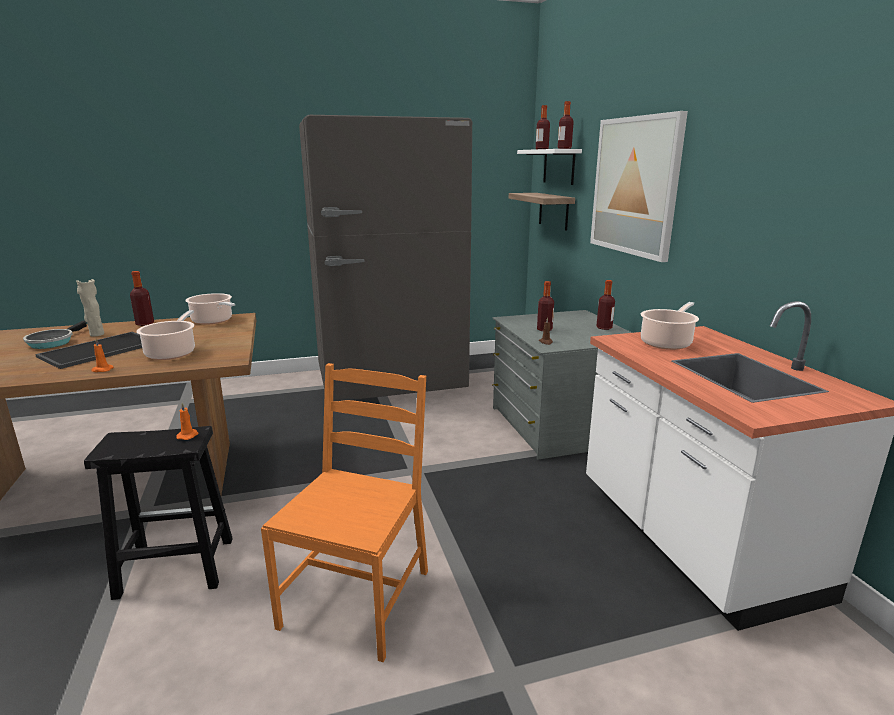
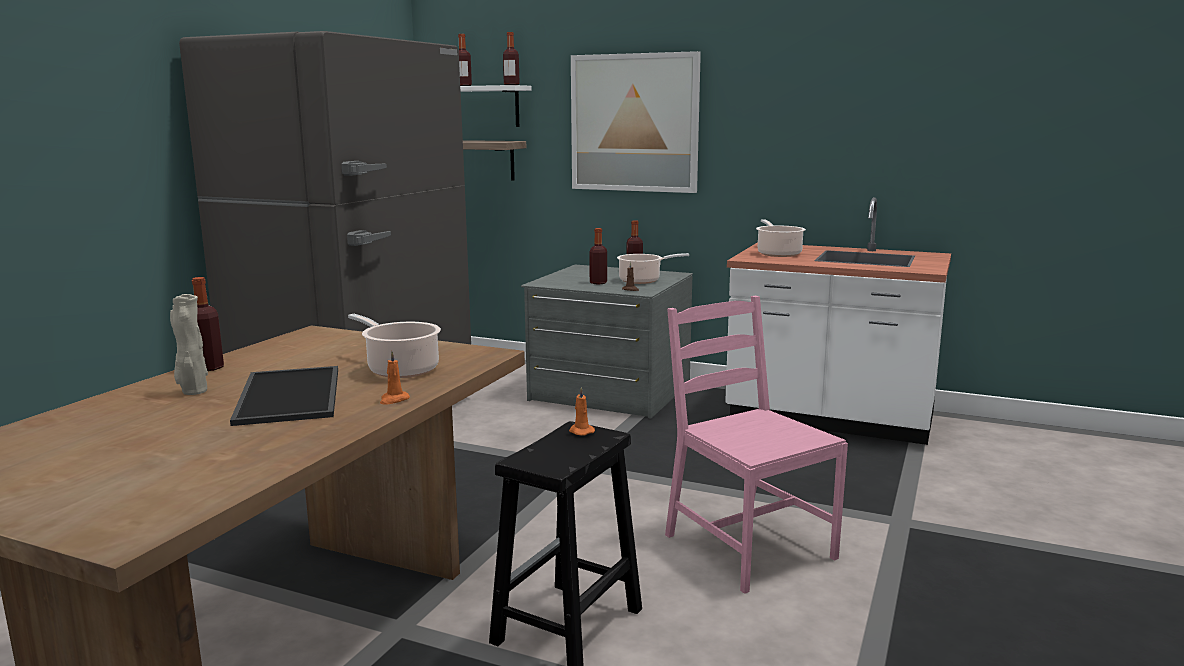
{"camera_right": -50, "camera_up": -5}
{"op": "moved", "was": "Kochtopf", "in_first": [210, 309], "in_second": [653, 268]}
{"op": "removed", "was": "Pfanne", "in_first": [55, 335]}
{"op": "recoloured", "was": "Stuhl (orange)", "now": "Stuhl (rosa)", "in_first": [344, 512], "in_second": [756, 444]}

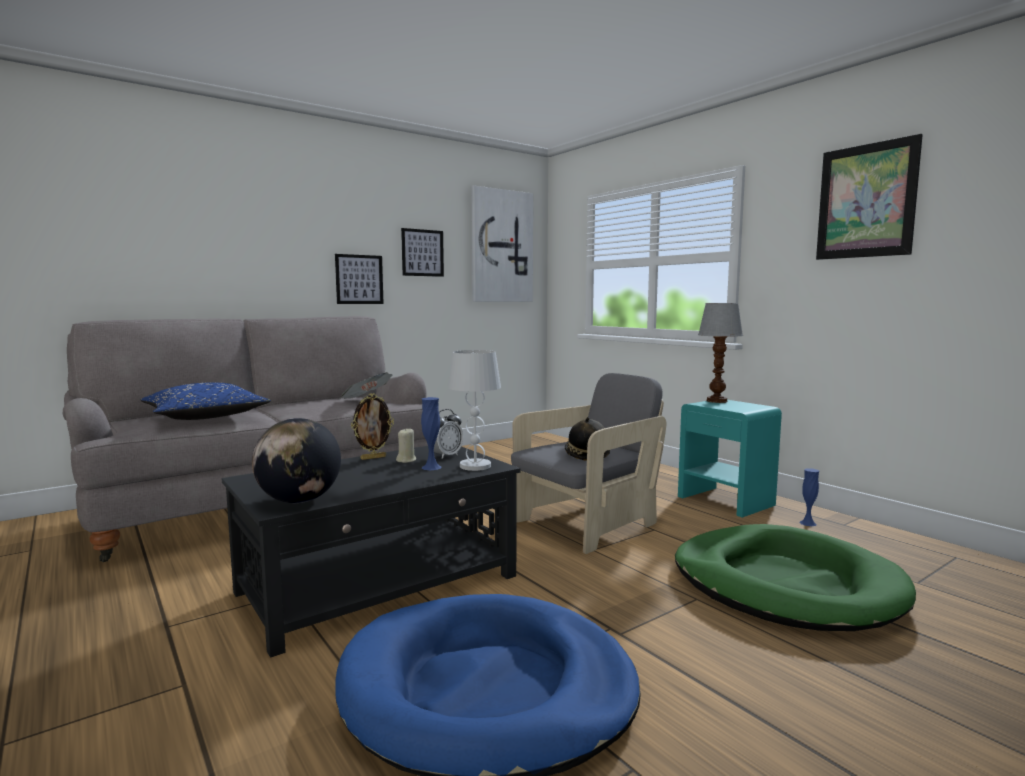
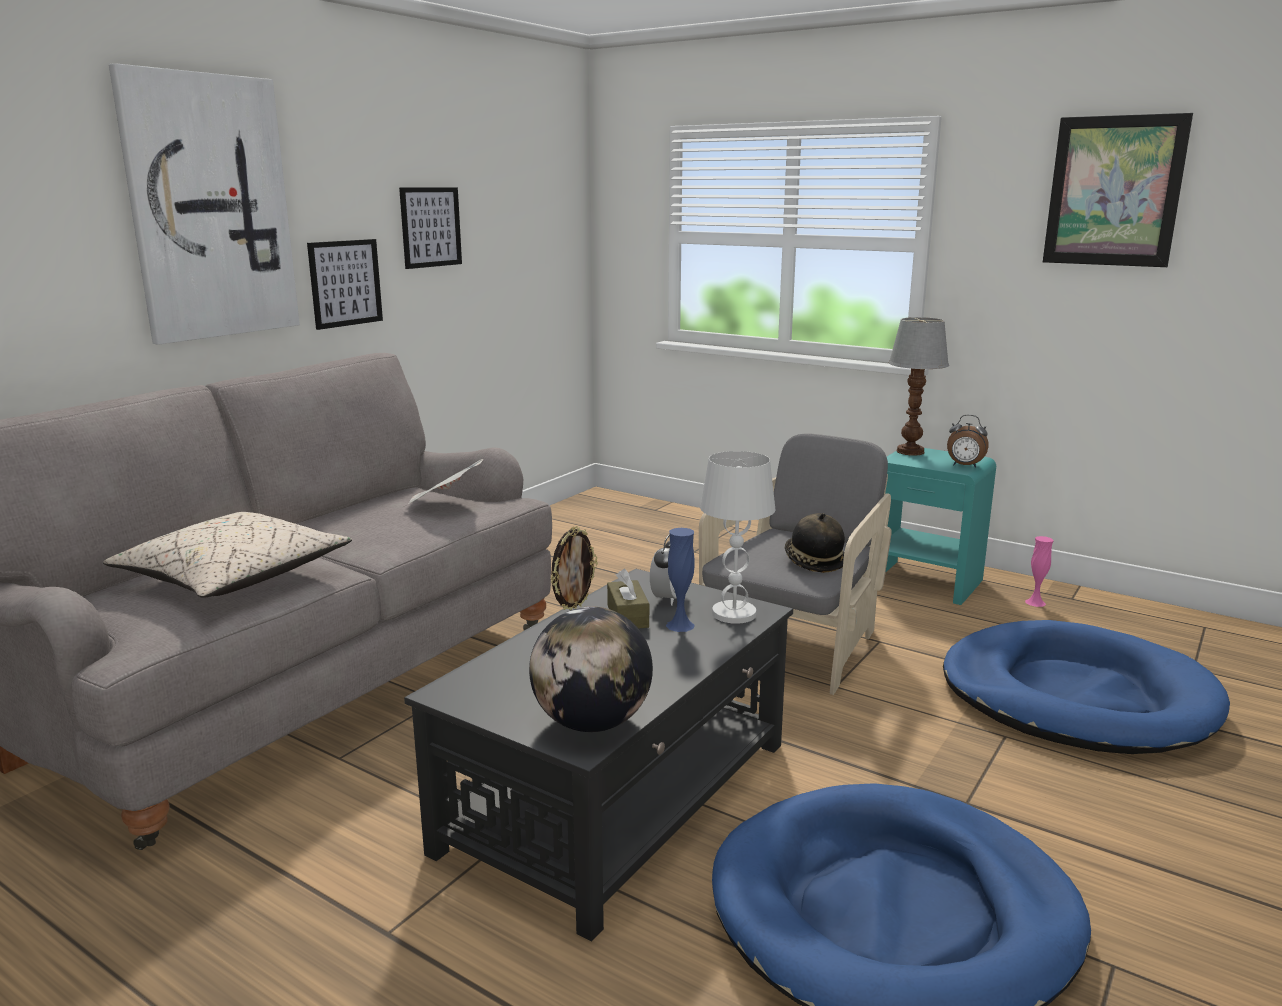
{"camera_right": -20, "camera_up": 10}
{"op": "moved", "was": "Bild", "in_first": [502, 244], "in_second": [204, 204]}
{"op": "recoloured", "was": "Kissen (blau)", "now": "Kissen (beige)", "in_first": [206, 401], "in_second": [227, 555]}
{"op": "replaced", "was": "Kerze (beige)", "now": "Taschentuchbox (braun)", "in_first": [406, 445], "in_second": [628, 599]}
{"op": "recoloured", "was": "Vase (blau)", "now": "Vase (rosa)", "in_first": [809, 497], "in_second": [1039, 571]}
{"op": "recoloured", "was": "Hundebett (grün)", "now": "Hundebett (blau)", "in_first": [795, 577], "in_second": [1086, 687]}
{"op": "added", "now": "Wecker", "in_second": [968, 441]}

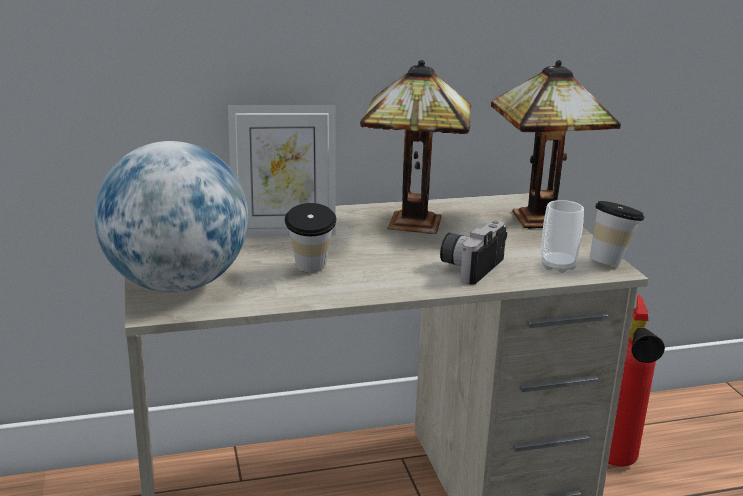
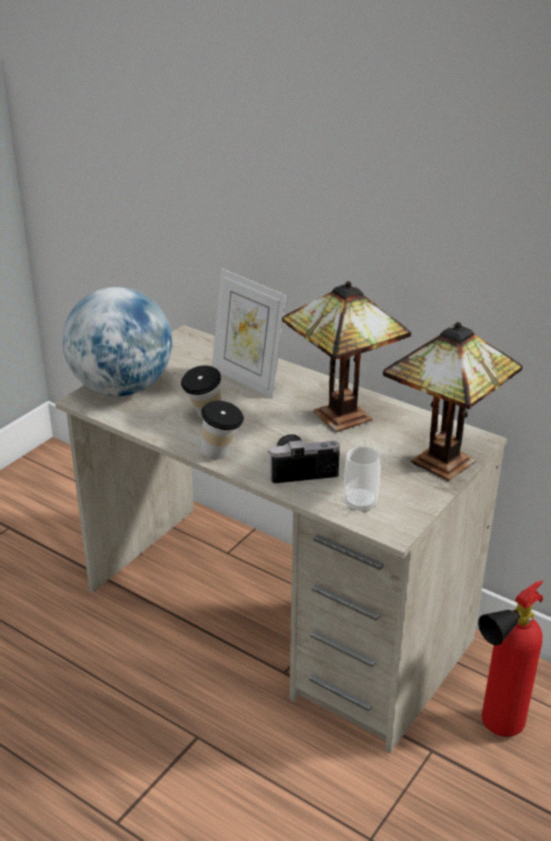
{"camera_right": 50, "camera_up": 10}
{"op": "moved", "was": "Tasse", "in_first": [617, 233], "in_second": [222, 430]}

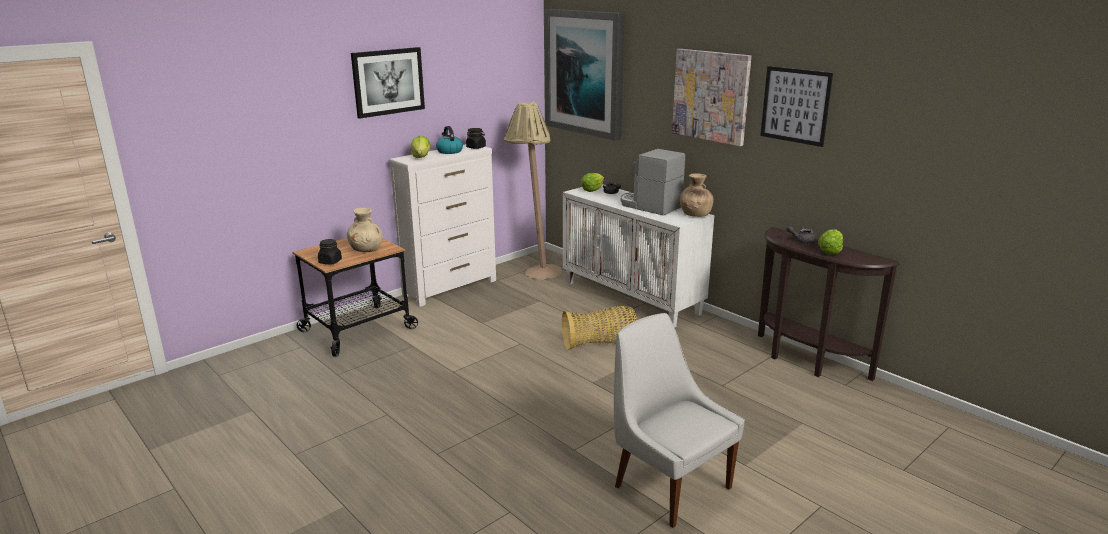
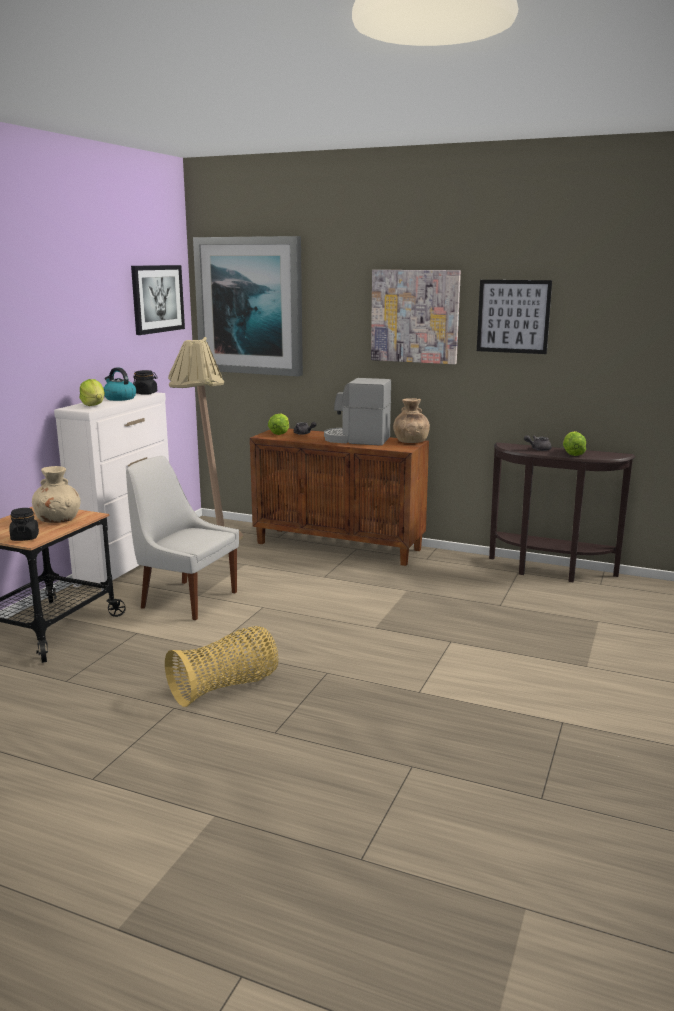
{"camera_right": -25, "camera_up": -5}
{"op": "moved", "was": "Bild", "in_first": [388, 83], "in_second": [158, 300]}
{"op": "recoloured", "was": "Schrank (weiß)", "now": "Schrank (braun)", "in_first": [638, 256], "in_second": [339, 497]}
{"op": "moved", "was": "Korb", "in_first": [599, 328], "in_second": [221, 666]}
{"op": "moved", "was": "Stuhl (weiß)", "in_first": [679, 420], "in_second": [182, 538]}

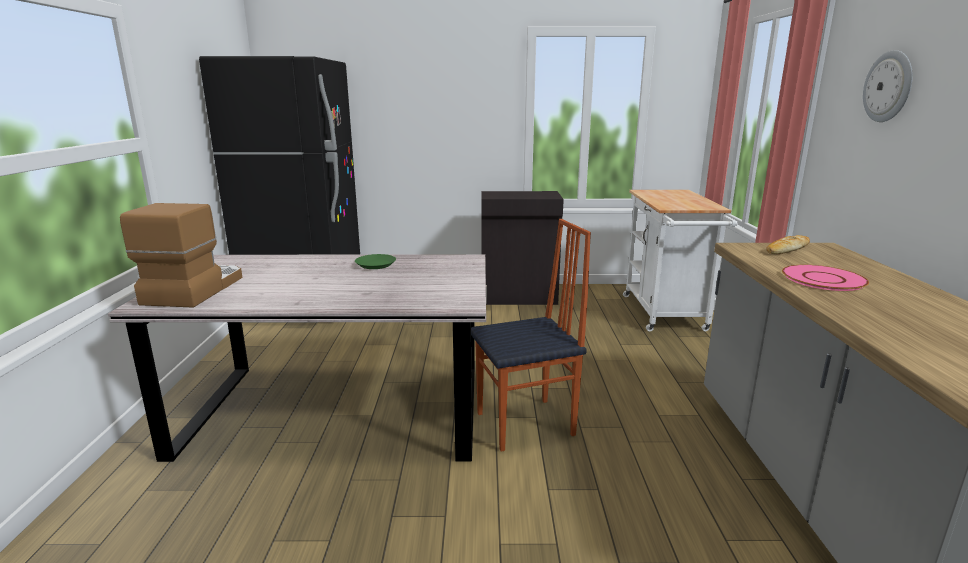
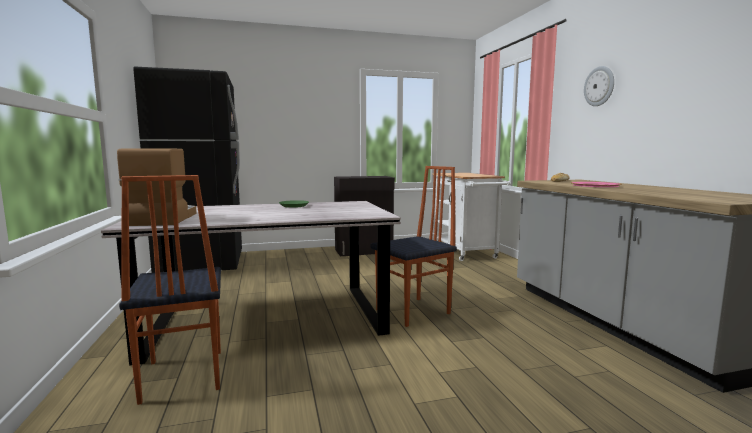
{"camera_right": -15, "camera_up": -10}
{"op": "added", "now": "Stuhl", "in_second": [170, 290]}

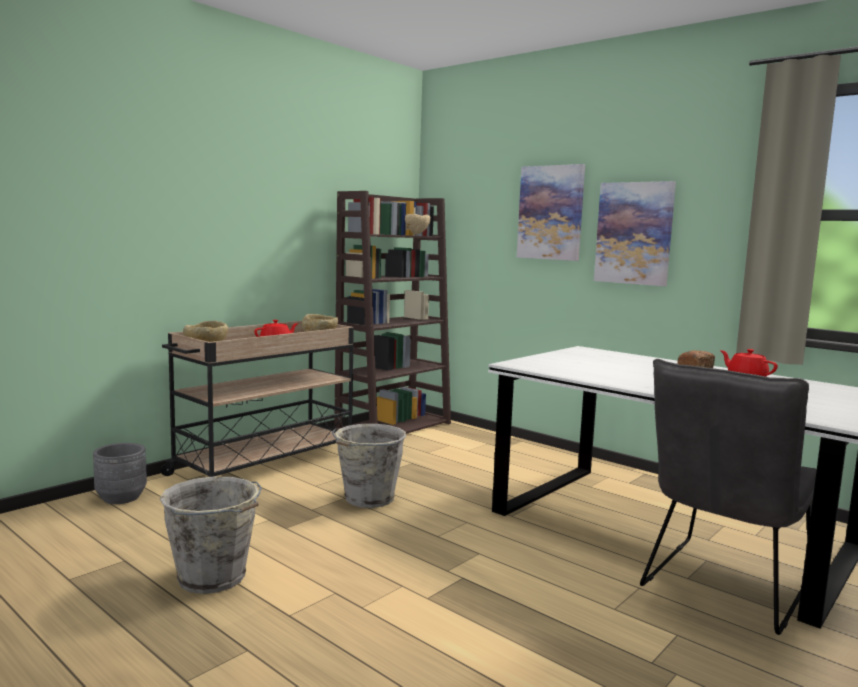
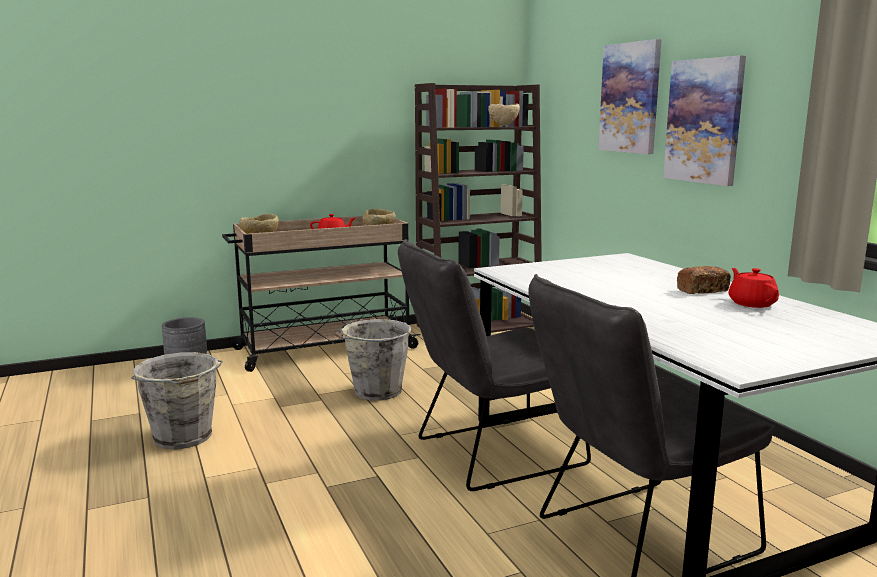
{"camera_right": 25, "camera_up": 5}
{"op": "added", "now": "Stuhl (grau)", "in_second": [494, 365]}

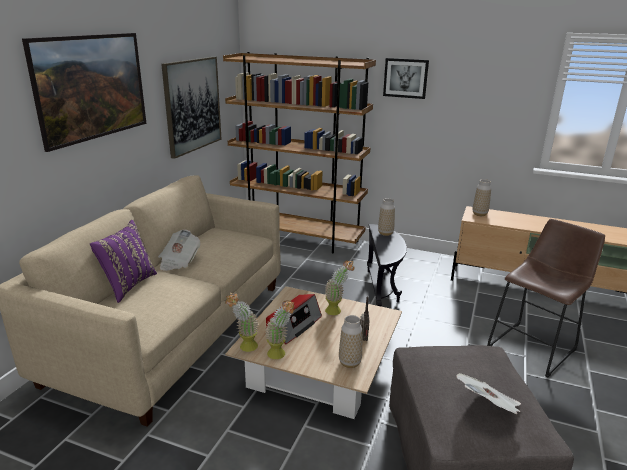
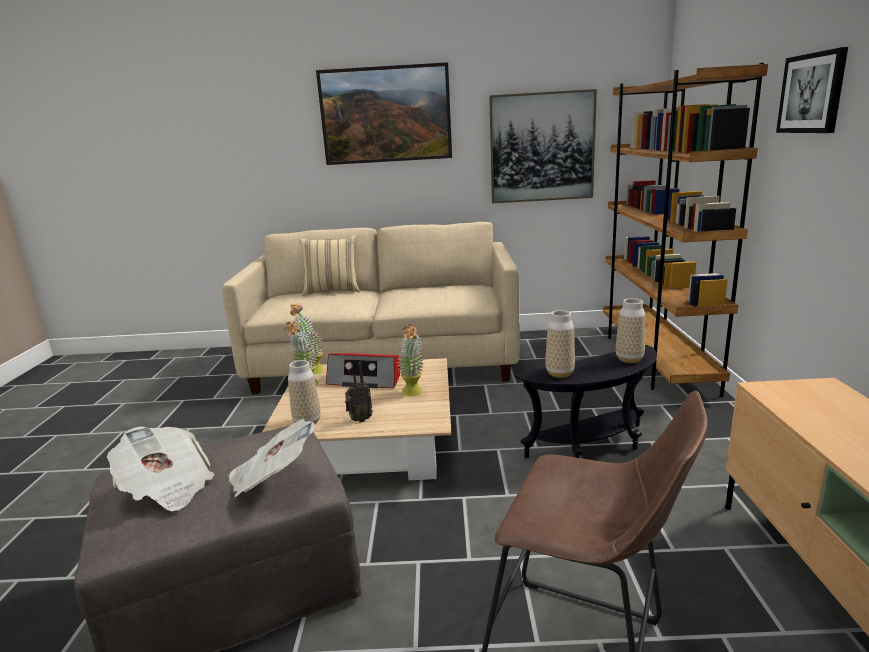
{"camera_right": 70, "camera_up": -5}
{"op": "moved", "was": "Vase", "in_first": [482, 197], "in_second": [560, 344]}
{"op": "recoloured", "was": "Kissen (lila)", "now": "Kissen (beige)", "in_first": [123, 261], "in_second": [329, 265]}
{"op": "moved", "was": "Zeitung", "in_first": [179, 250], "in_second": [272, 458]}

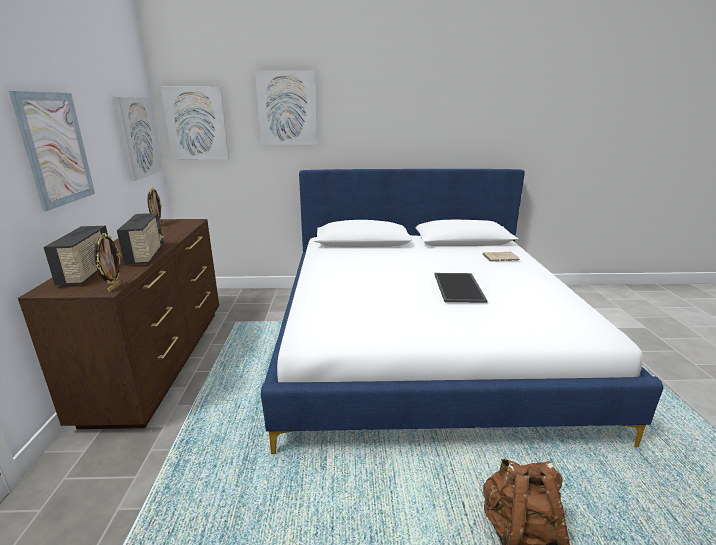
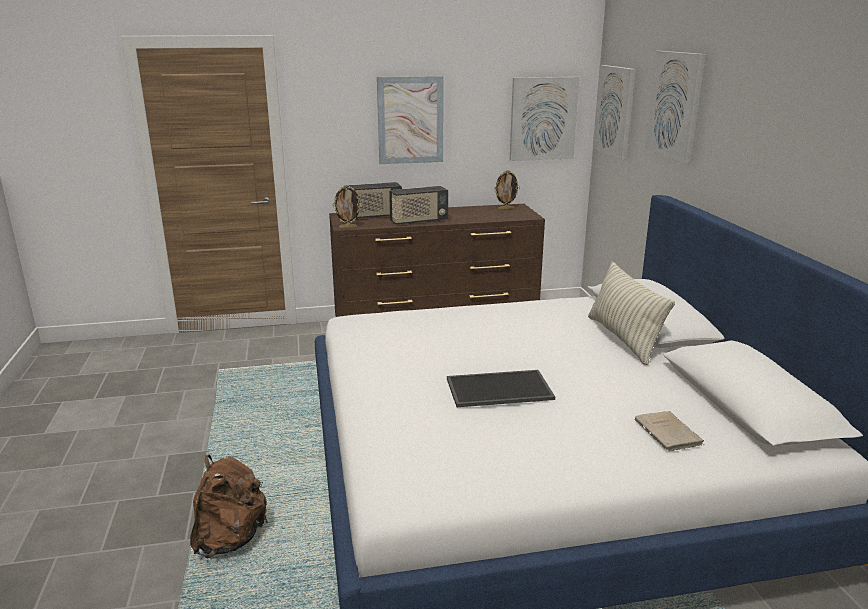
{"camera_right": 80, "camera_up": 0}
{"op": "added", "now": "Kissen", "in_second": [631, 313]}

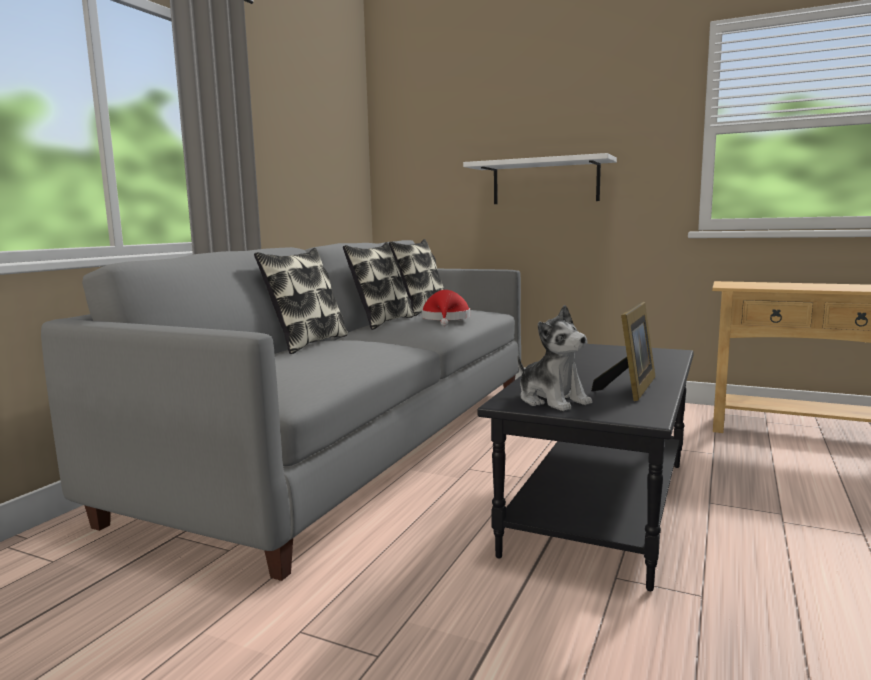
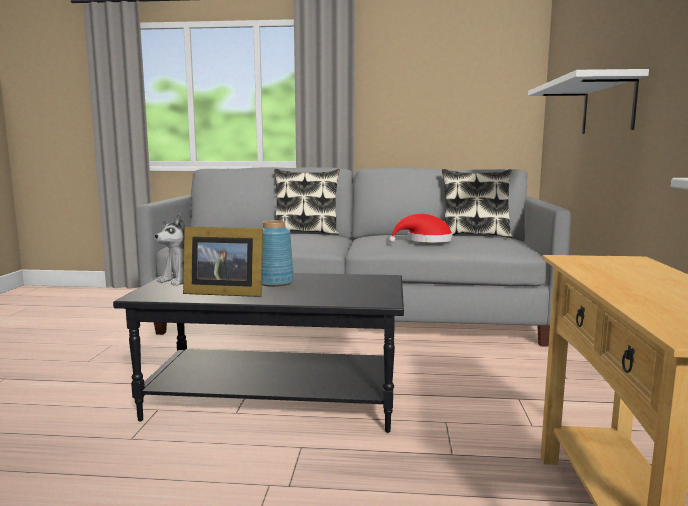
{"camera_right": 70, "camera_up": 0}
{"op": "removed", "was": "Kissen", "in_first": [378, 286]}
{"op": "added", "now": "Vase (blau)", "in_second": [278, 253]}

